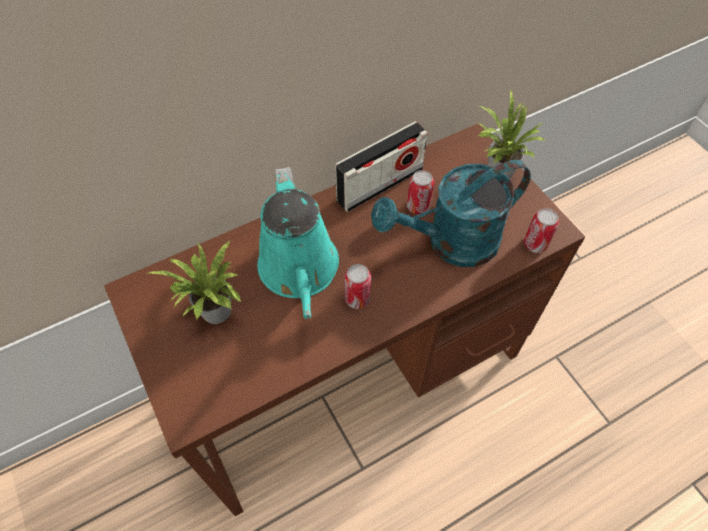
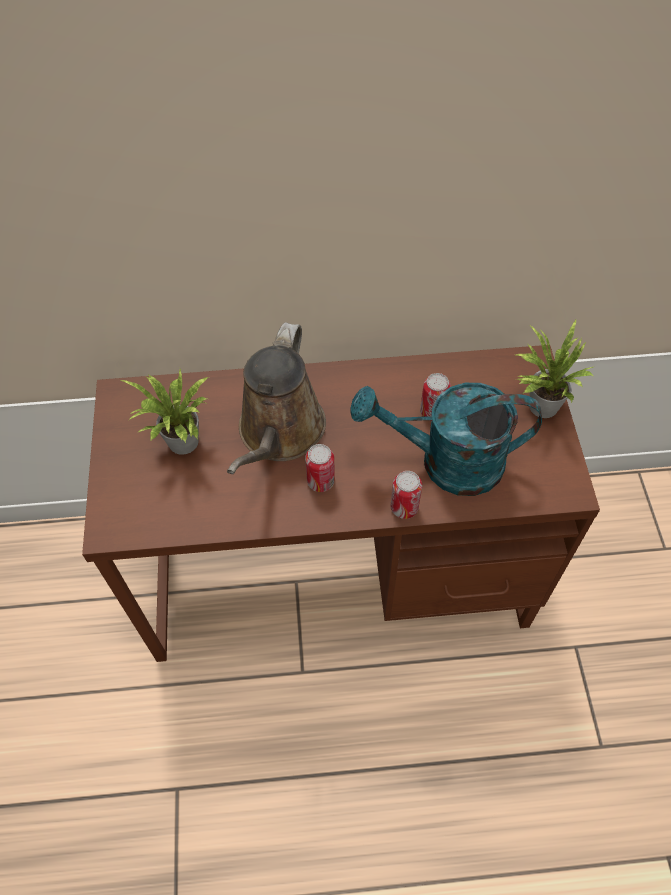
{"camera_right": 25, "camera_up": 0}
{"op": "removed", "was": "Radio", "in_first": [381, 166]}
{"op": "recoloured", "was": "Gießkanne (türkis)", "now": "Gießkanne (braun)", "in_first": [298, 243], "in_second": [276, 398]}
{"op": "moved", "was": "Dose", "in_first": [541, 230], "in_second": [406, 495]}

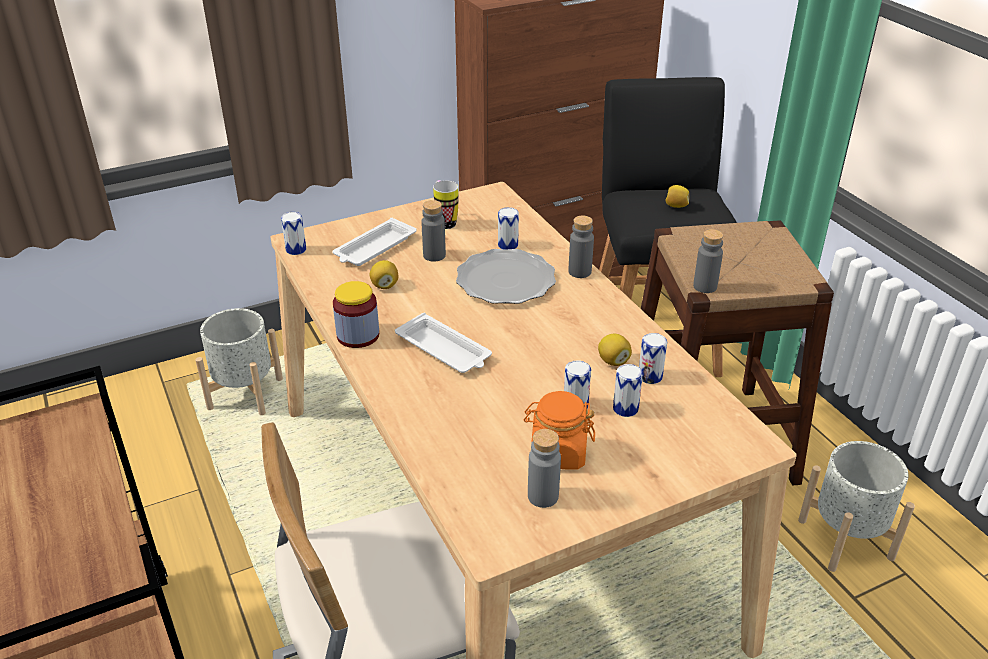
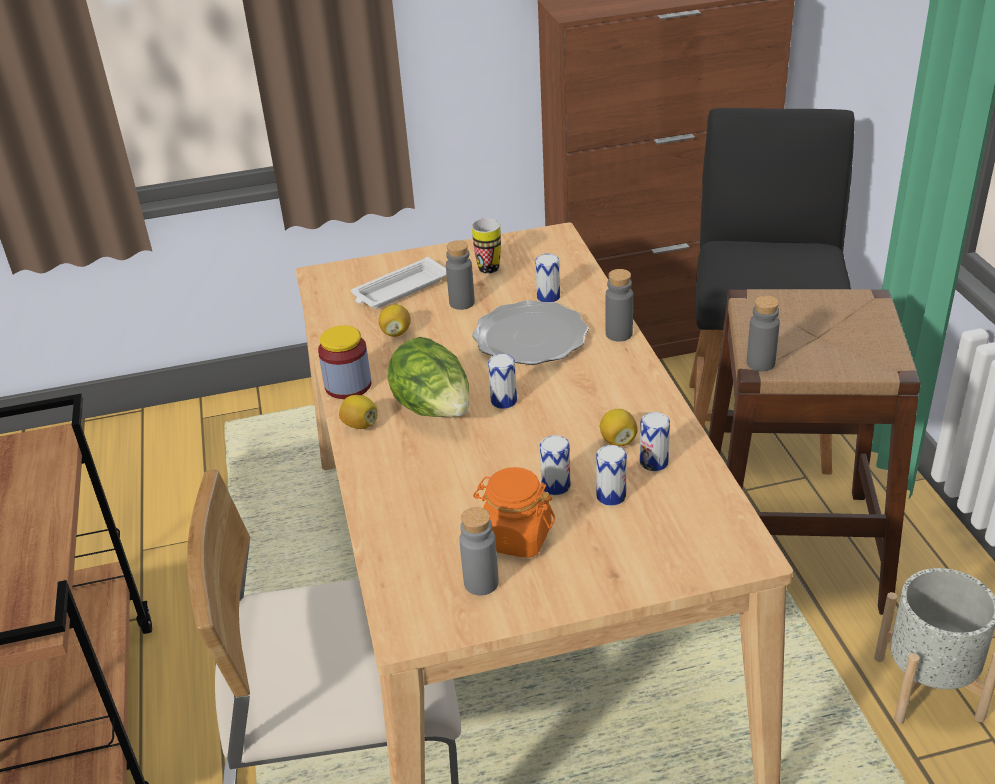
{"camera_right": 15, "camera_up": 0}
{"op": "moved", "was": "Zitrone", "in_first": [677, 196], "in_second": [358, 412]}
{"op": "moved", "was": "Dose", "in_first": [293, 233], "in_second": [502, 381]}
{"op": "removed", "was": "Pflanzkübel (grau)", "in_first": [239, 361]}
{"op": "replaced", "was": "Tablett (weiß)", "now": "Salatkopf", "in_first": [443, 343], "in_second": [428, 377]}

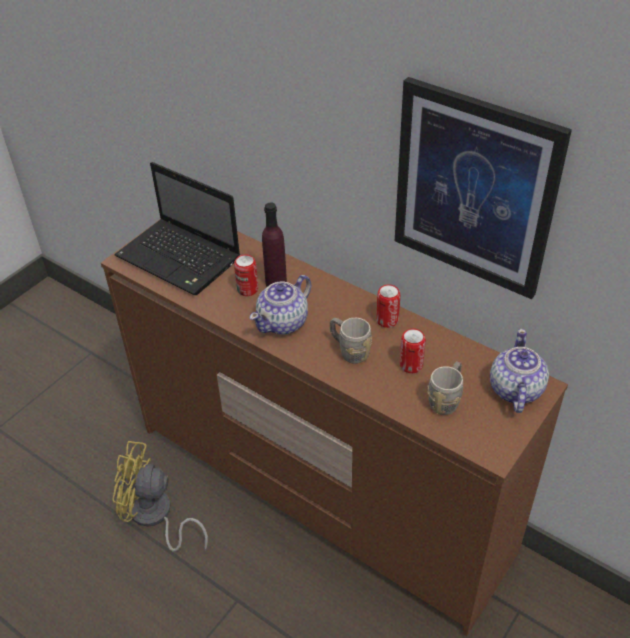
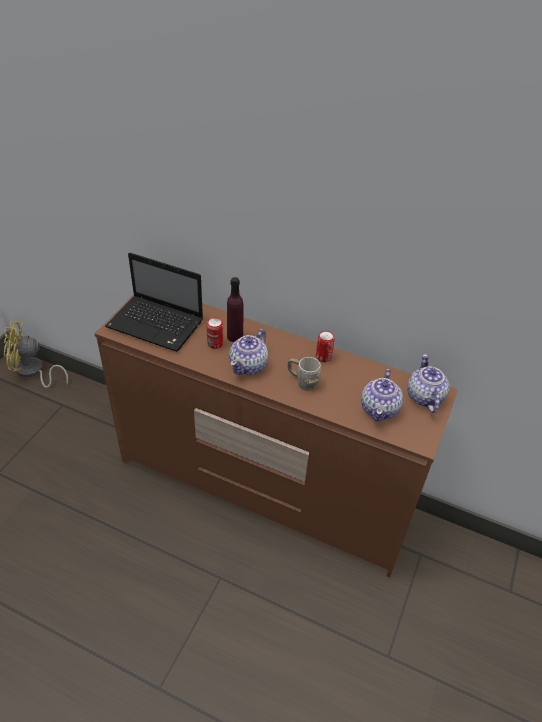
{"camera_right": -15, "camera_up": 0}
{"op": "removed", "was": "Bild", "in_first": [483, 188]}
{"op": "removed", "was": "Dose", "in_first": [413, 350]}
{"op": "replaced", "was": "Henkelbecher (grau)", "now": "Teekanne", "in_first": [445, 388], "in_second": [382, 395]}
{"op": "moved", "was": "Ventilator (gelb)", "in_first": [160, 496], "in_second": [36, 355]}

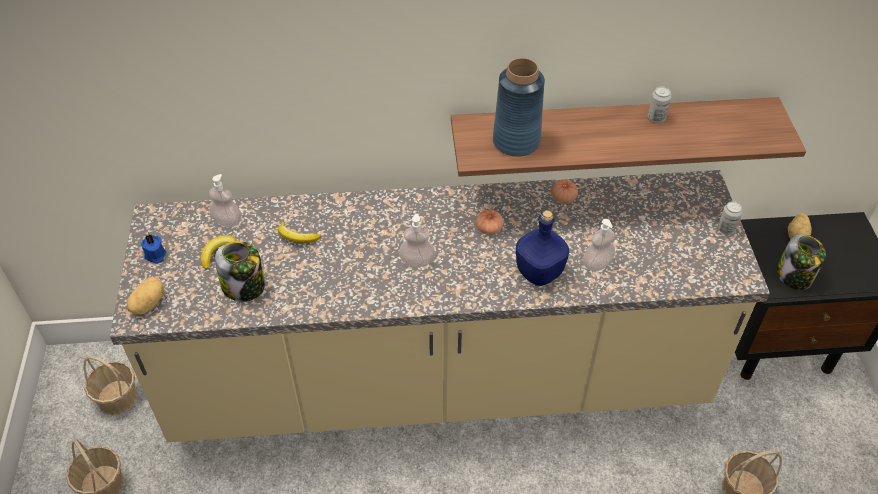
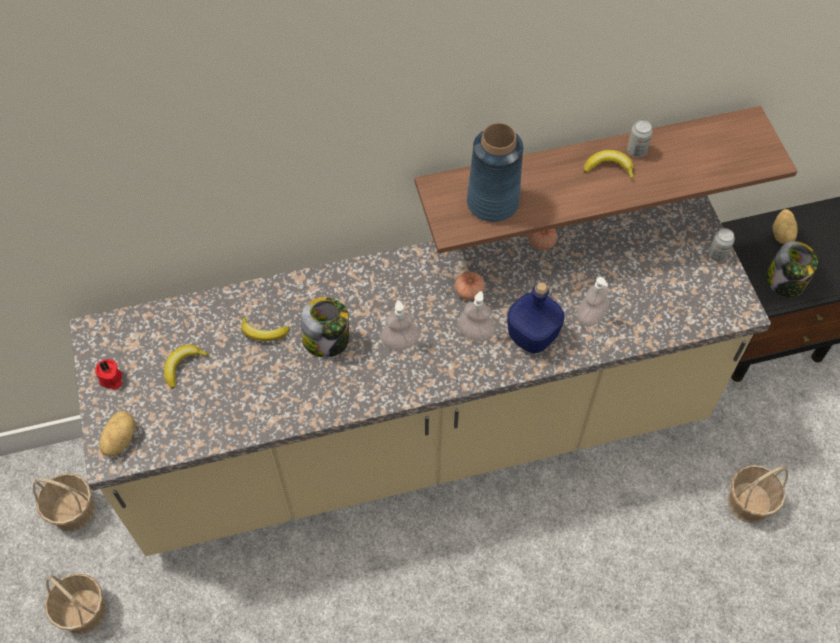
{"camera_right": -10, "camera_up": 10}
{"op": "moved", "was": "Seifenspender", "in_first": [225, 200], "in_second": [476, 316]}
{"op": "recoloured", "was": "Kerze (blau)", "now": "Kerze (rot)", "in_first": [153, 249], "in_second": [108, 374]}
{"op": "moved", "was": "Vorratsglas", "in_first": [240, 271], "in_second": [325, 327]}
{"op": "added", "now": "Banane", "in_second": [609, 165]}

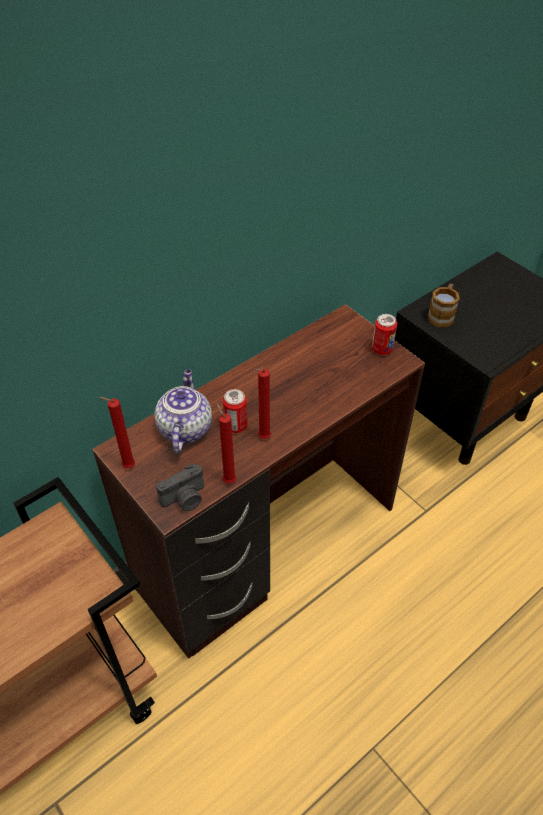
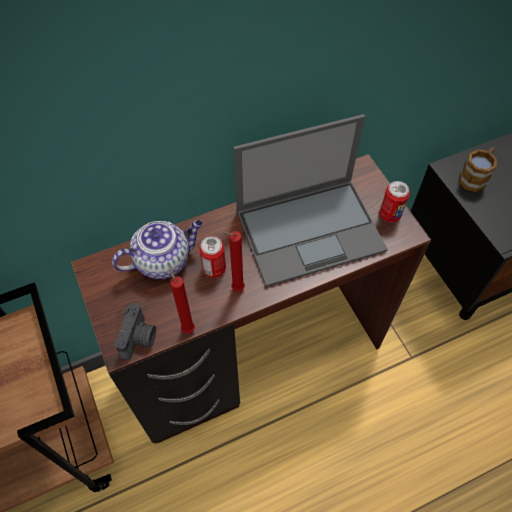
{"camera_right": 15, "camera_up": 10}
{"op": "turned", "was": "Teekanne", "in_first": [183, 411], "in_second": [157, 249], "clockwise": 45}
{"op": "removed", "was": "Kerze (rot)", "in_first": [117, 433]}
{"op": "turned", "was": "Kamera", "in_first": [180, 487], "in_second": [135, 331], "clockwise": -60}
{"op": "added", "now": "Laptop", "in_second": [311, 200]}

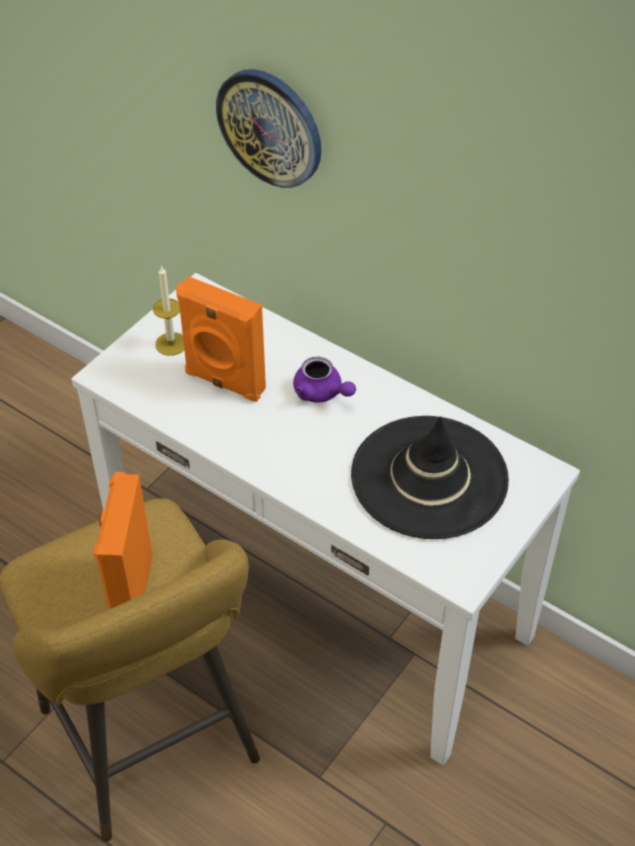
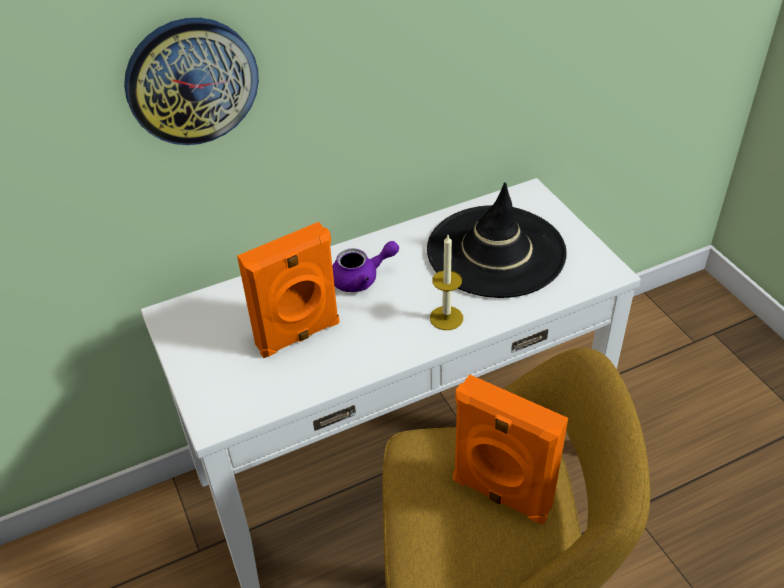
{"camera_right": -60, "camera_up": -5}
{"op": "moved", "was": "Kerze", "in_first": [168, 310], "in_second": [446, 282]}

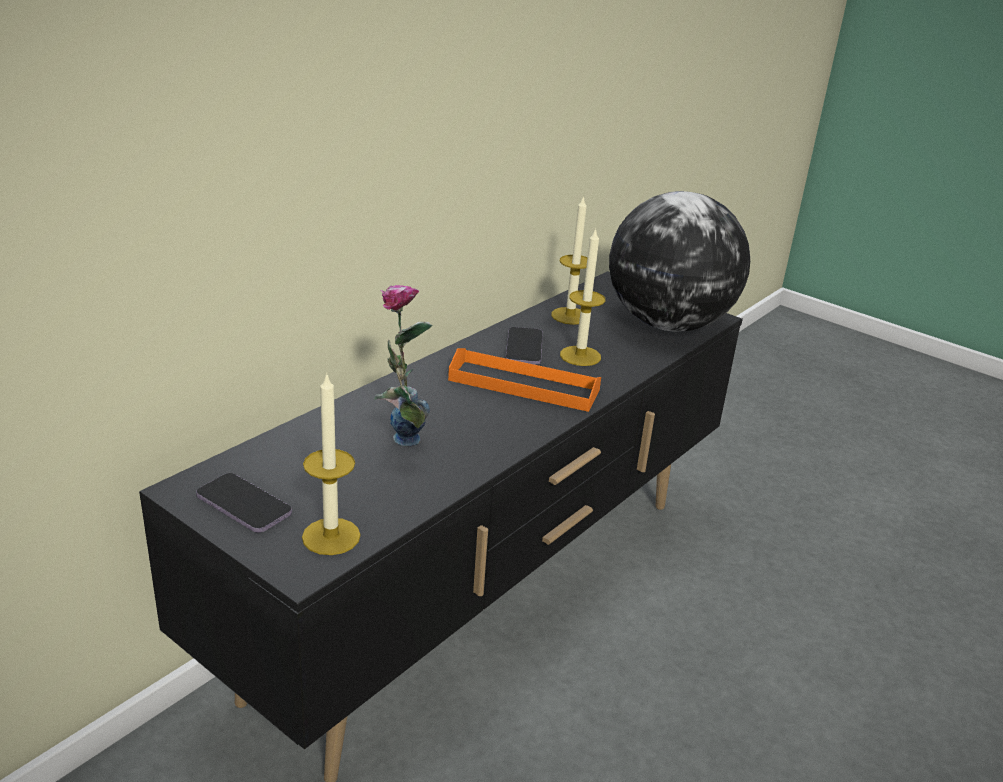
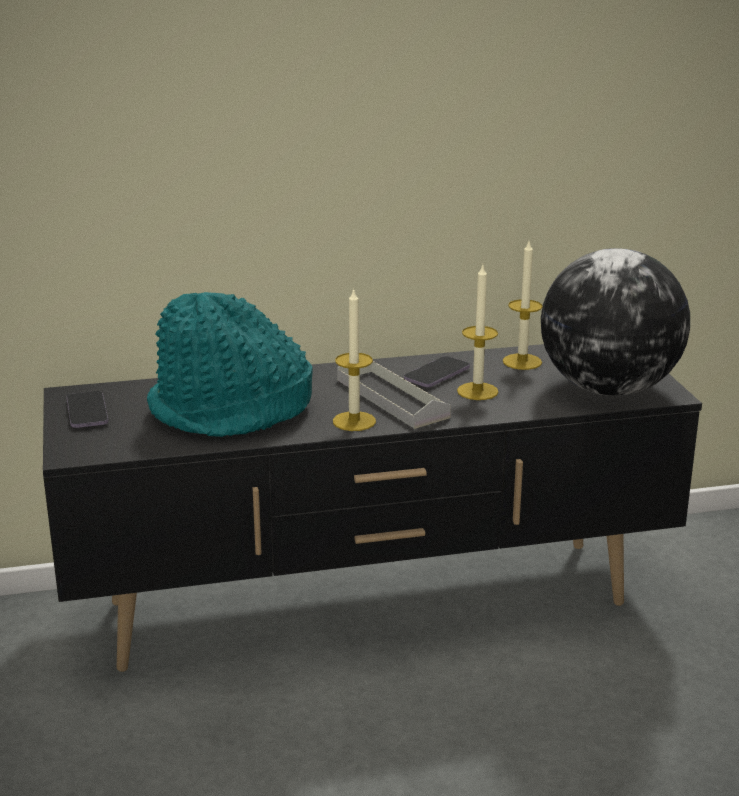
{"camera_right": 40, "camera_up": -5}
{"op": "replaced", "was": "Vase", "now": "Hut (türkis)", "in_first": [403, 366], "in_second": [229, 364]}
{"op": "recoloured", "was": "Tablett (orange)", "now": "Tablett (grau)", "in_first": [524, 380], "in_second": [394, 395]}
{"op": "moved", "was": "Kerze", "in_first": [331, 463], "in_second": [354, 359]}

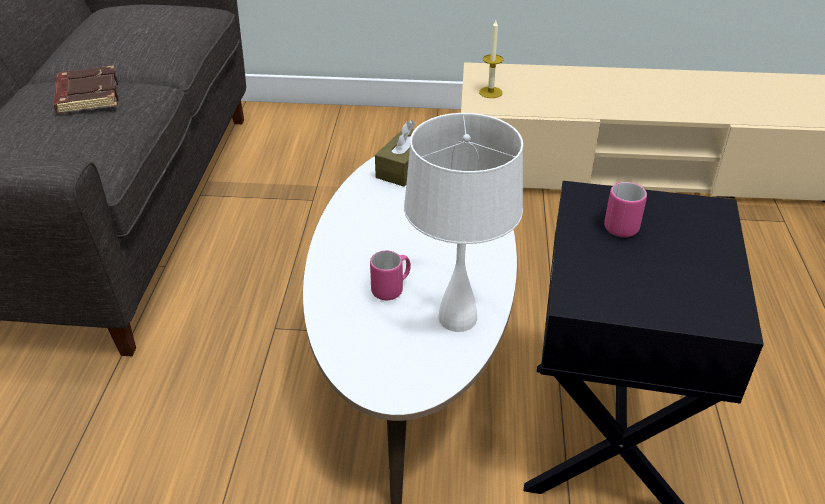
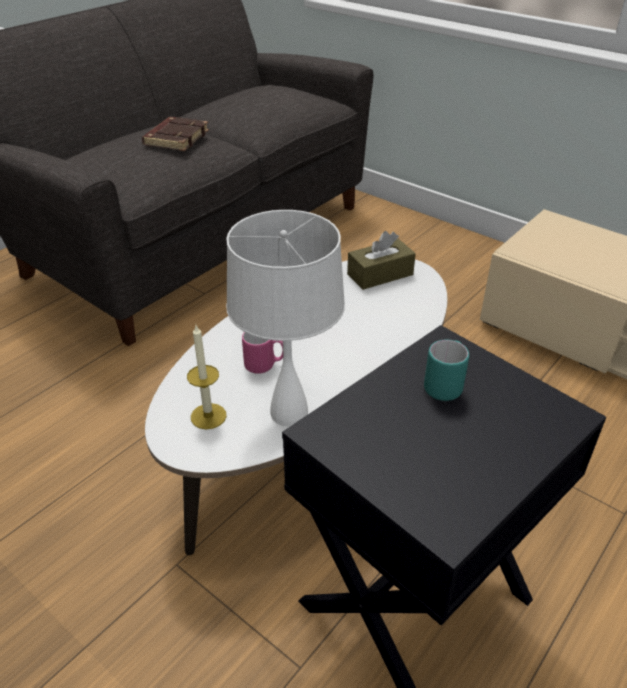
{"camera_right": 35, "camera_up": 0}
{"op": "moved", "was": "Kerze", "in_first": [491, 59], "in_second": [207, 377]}
{"op": "recoloured", "was": "Henkelbecher (rosa)", "now": "Henkelbecher (türkis)", "in_first": [625, 209], "in_second": [446, 370]}

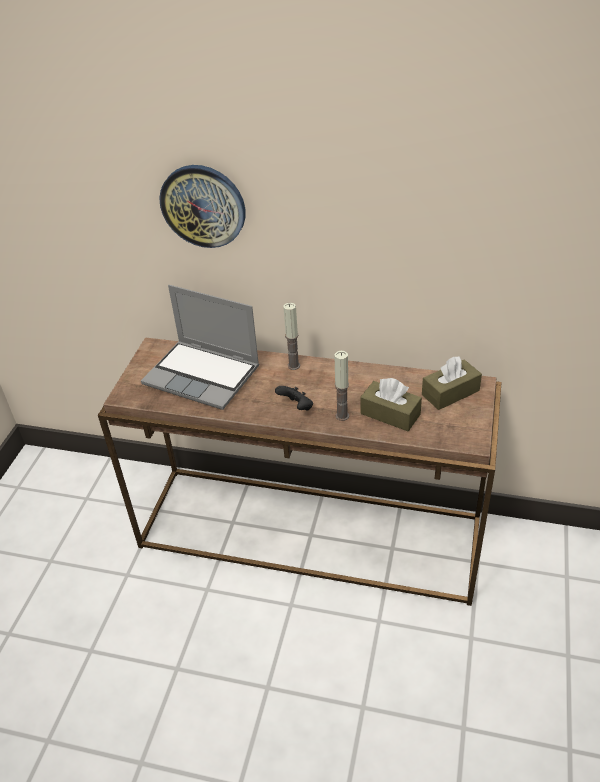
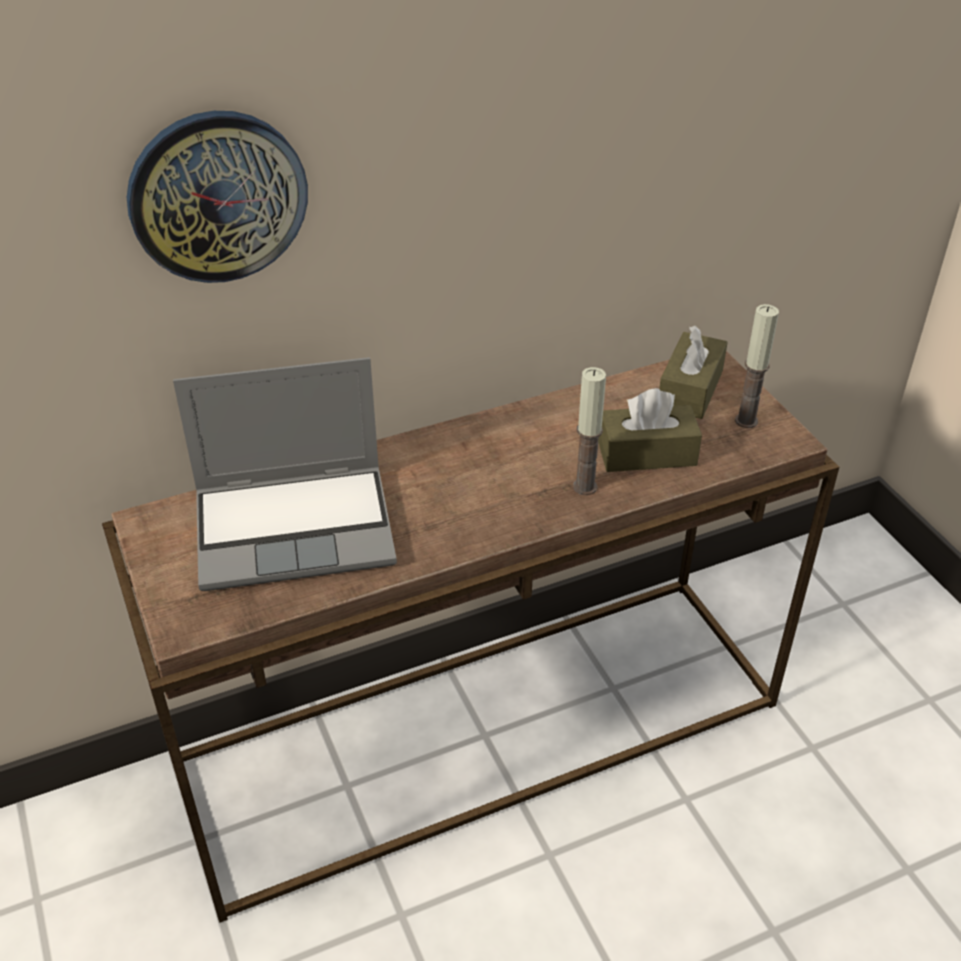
{"camera_right": -40, "camera_up": 0}
{"op": "moved", "was": "Kerze", "in_first": [292, 336], "in_second": [757, 366]}
{"op": "removed", "was": "Gamepad (schwarz)", "in_first": [294, 398]}

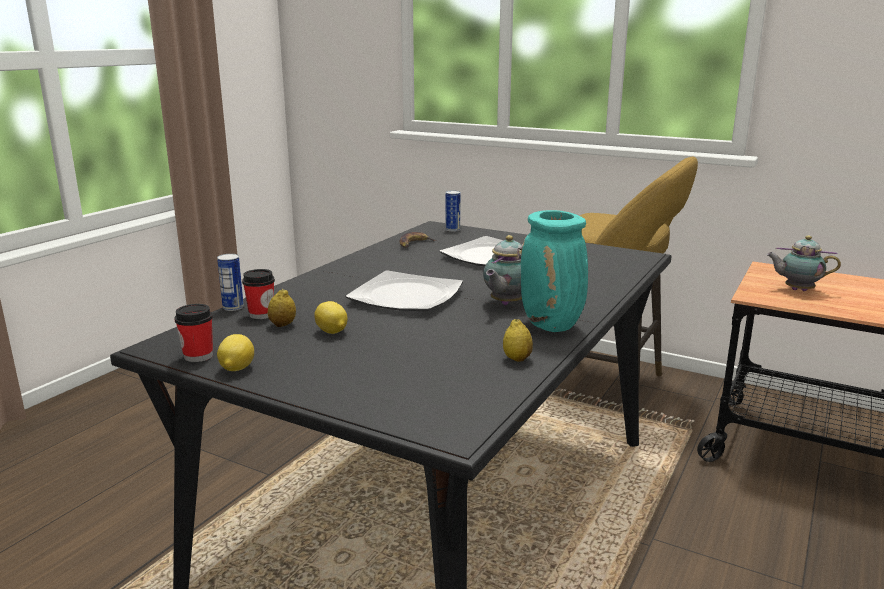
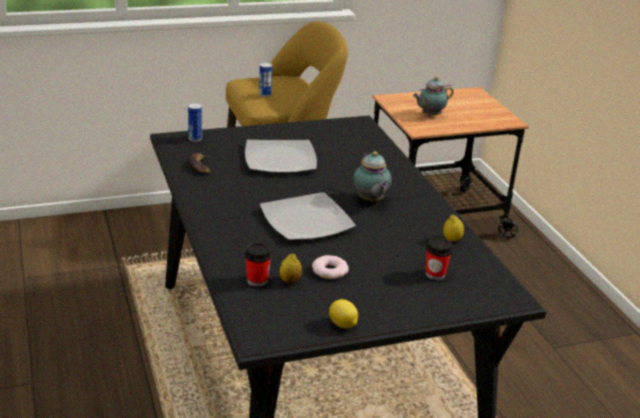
{"camera_right": -50, "camera_up": 10}
{"op": "removed", "was": "Vase (türkis)", "in_first": [554, 271]}
{"op": "moved", "was": "Dose", "in_first": [230, 282], "in_second": [265, 80]}
{"op": "replaced", "was": "Zitrone", "now": "Donut", "in_first": [330, 317], "in_second": [330, 267]}
{"op": "moved", "was": "Tasse", "in_first": [193, 333], "in_second": [439, 258]}

